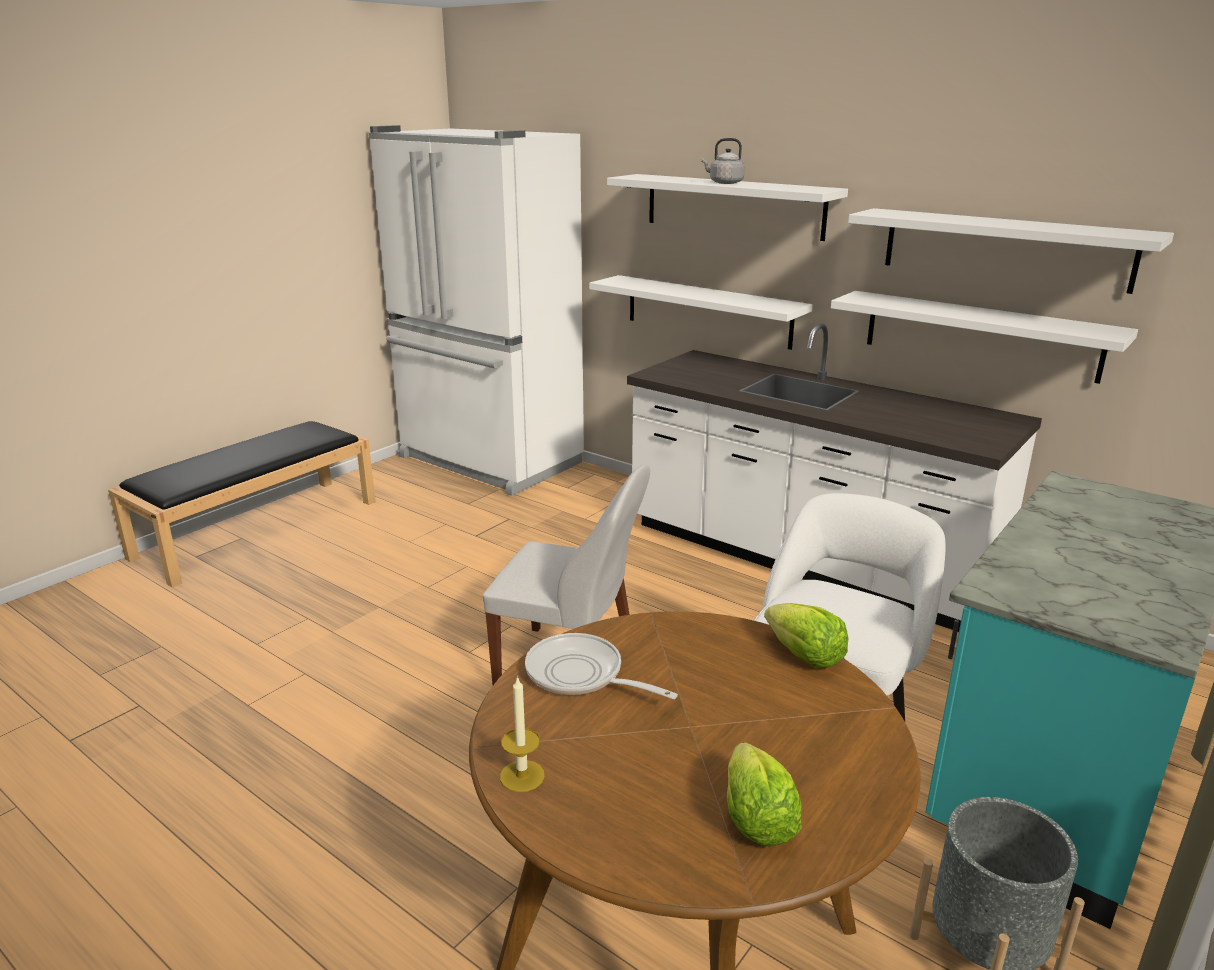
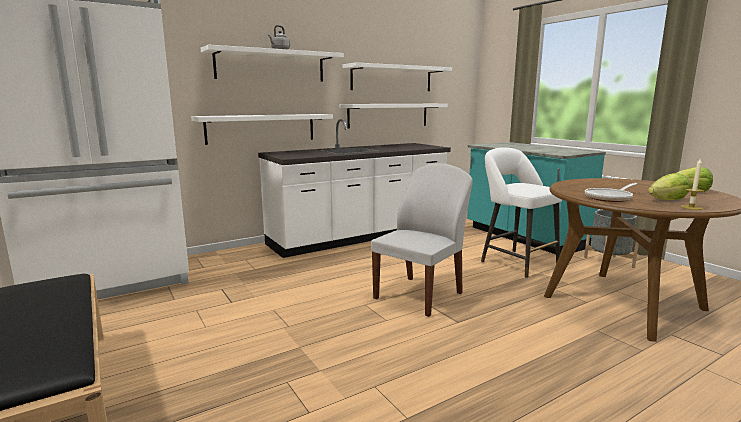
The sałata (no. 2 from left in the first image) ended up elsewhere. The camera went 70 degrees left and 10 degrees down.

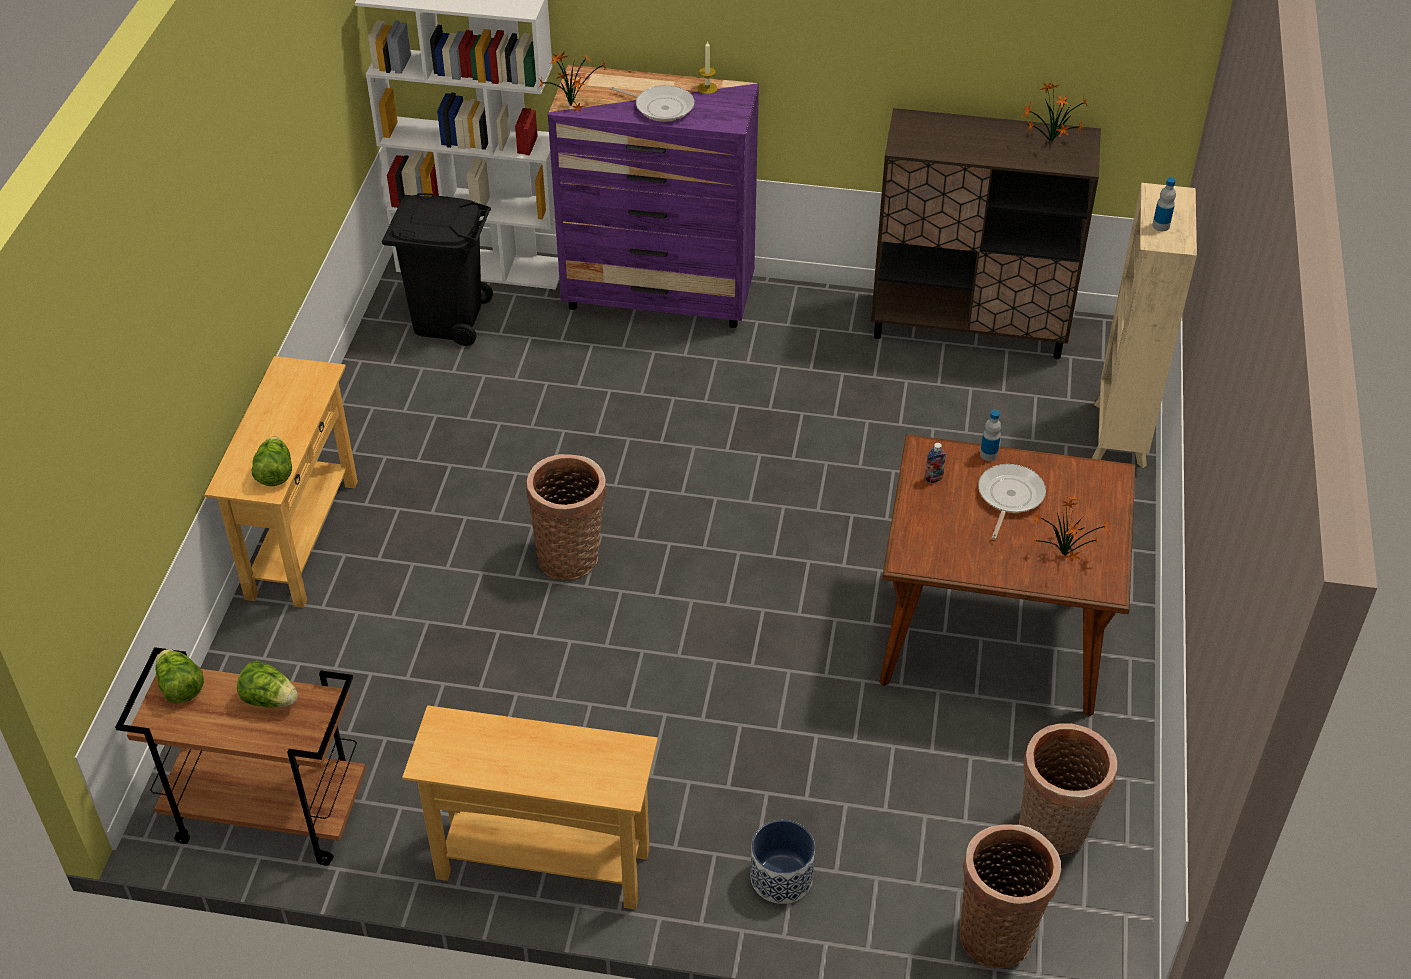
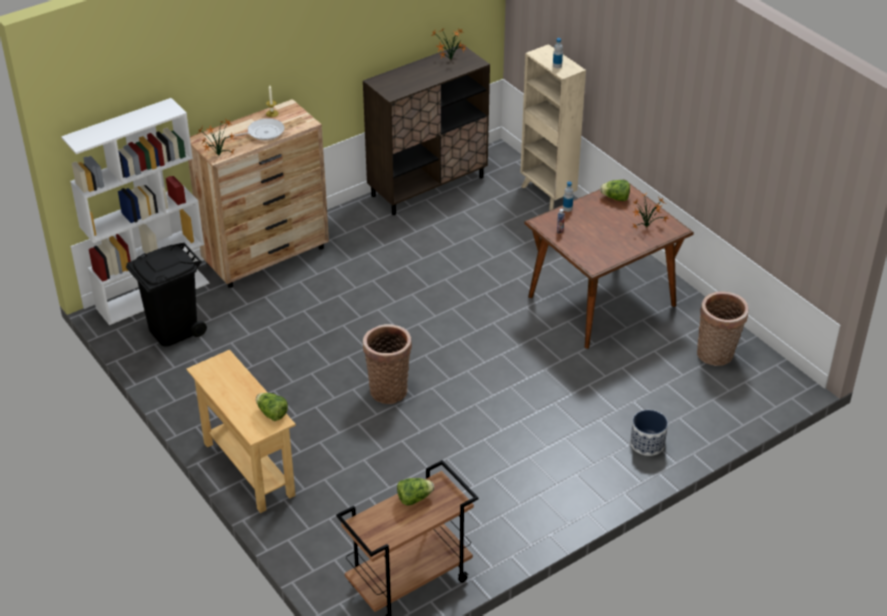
What was the komoda/fioletowy turned into the komoda/brązowy. The sałata (no. 1 from left in the first image) ended up elsewhere. The second view lost the stolik konsolowy/beżowy (no. 2 from left). The second view lost the koszyk (no. 2 from left). The second view lost the patelnia (no. 2 from left). The camera went 45 degrees left and 5 degrees down.

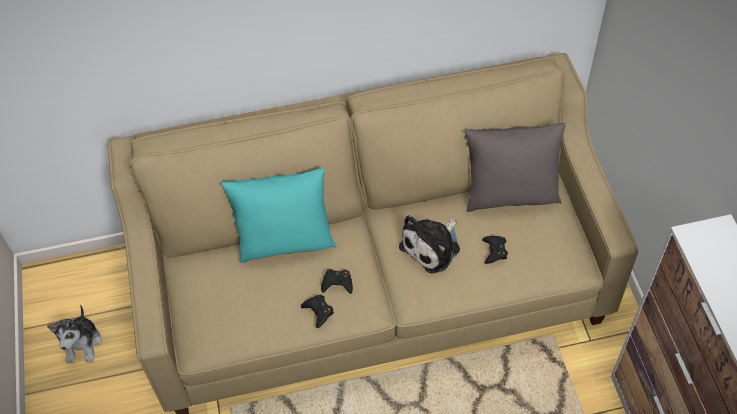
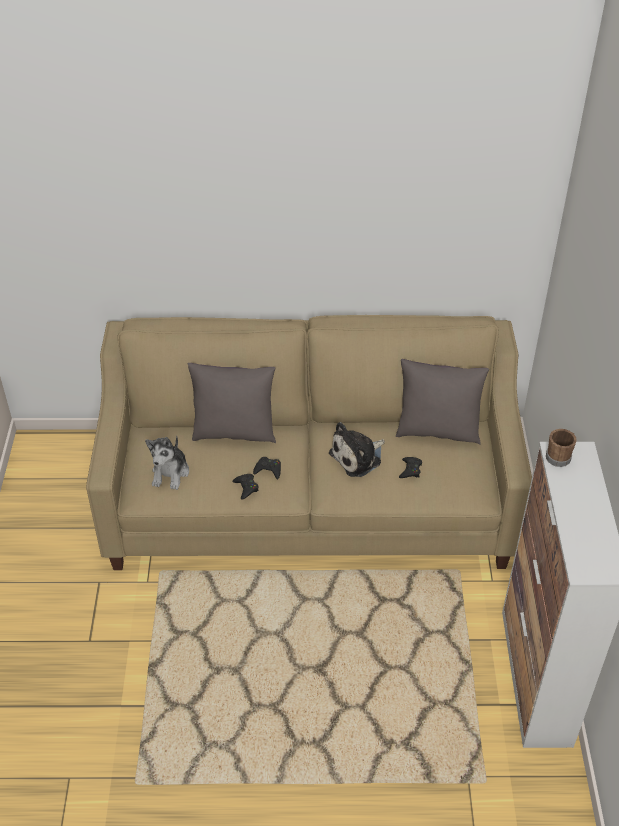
The pluszak (no. 1 from left) ended up elsewhere. What was the poduszka/turkusowy turned into the poduszka/szary (no. 1 from left). The second view gained the kubek/brązowy. The camera went 10 degrees right and 10 degrees down.

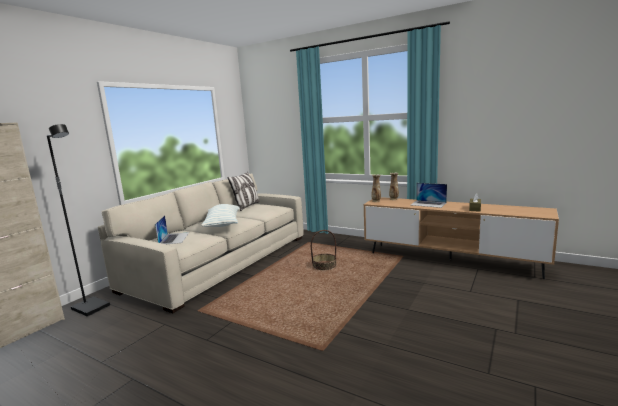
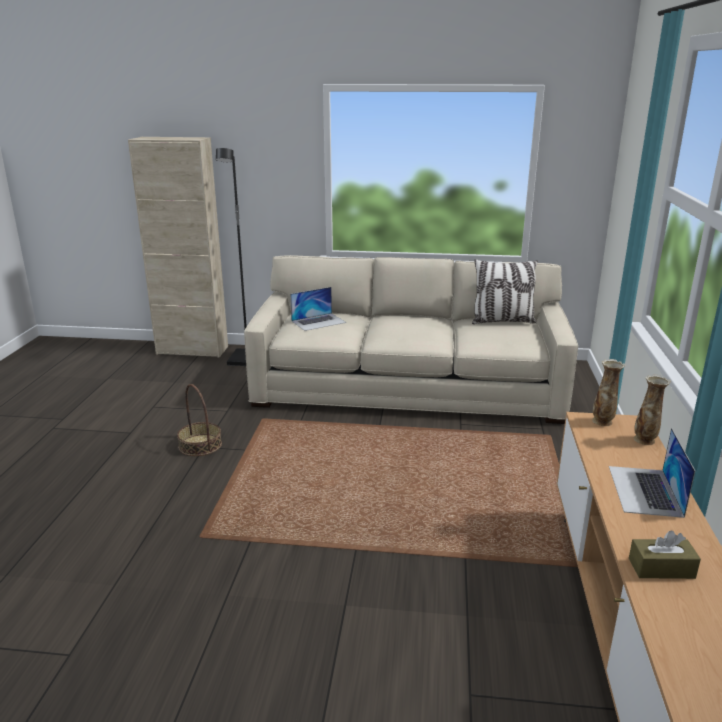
The koszyk ended up elsewhere. The second view lost the poduszka (no. 1 from left). The camera went 65 degrees right and 10 degrees up.

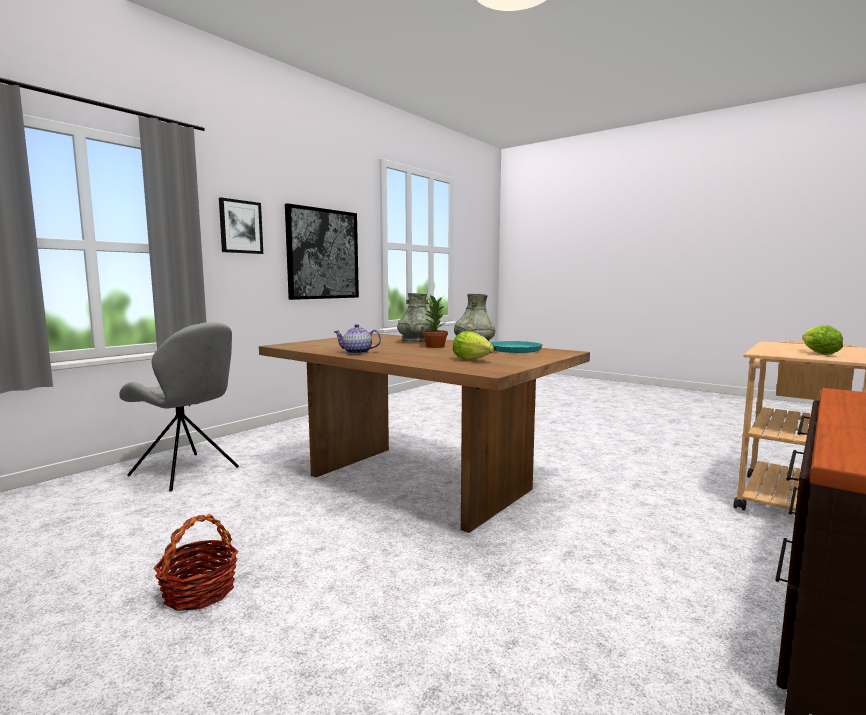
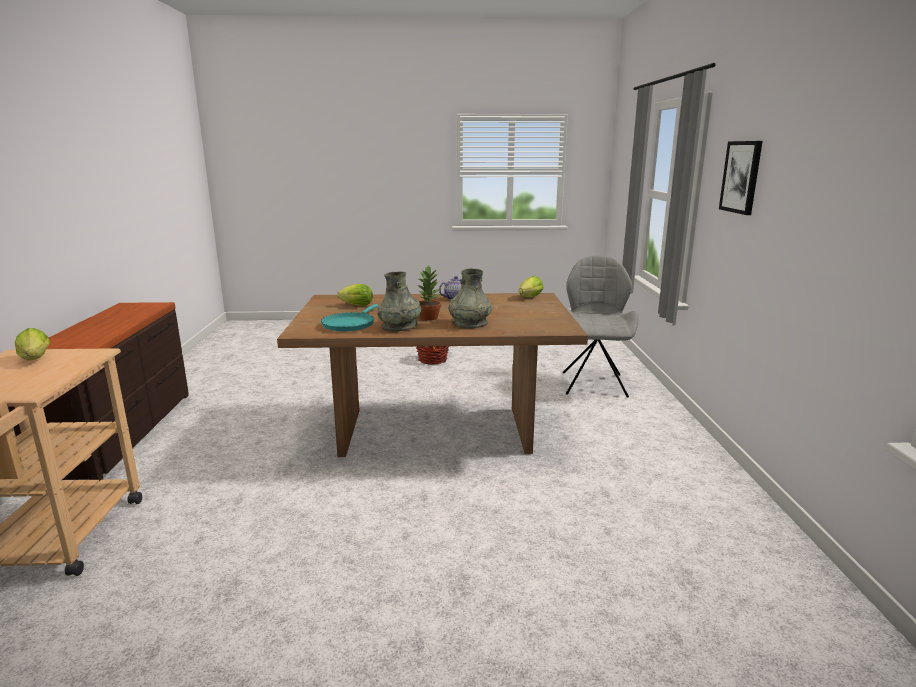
The second view gained the sałata (no. 3 from left). The krzesło/szary ended up facing another way, 105 degrees clockwise from before. The second view lost the obraz (no. 2 from left). The camera went 140 degrees right and 10 degrees up.

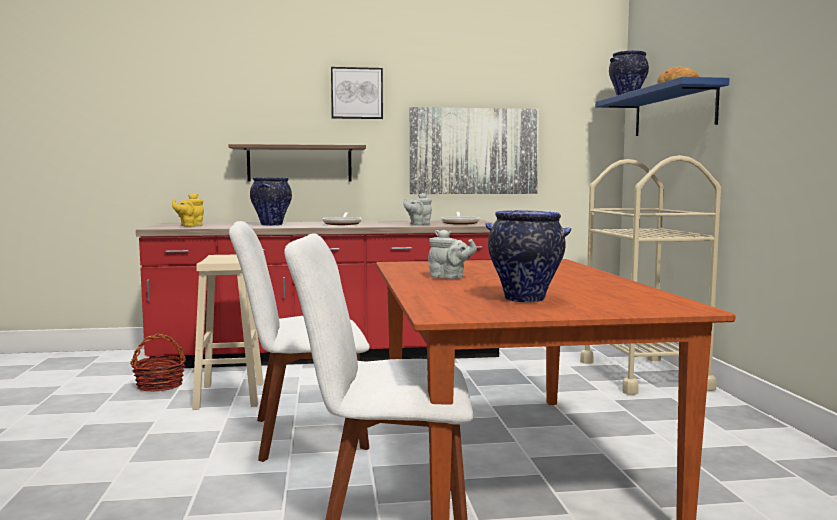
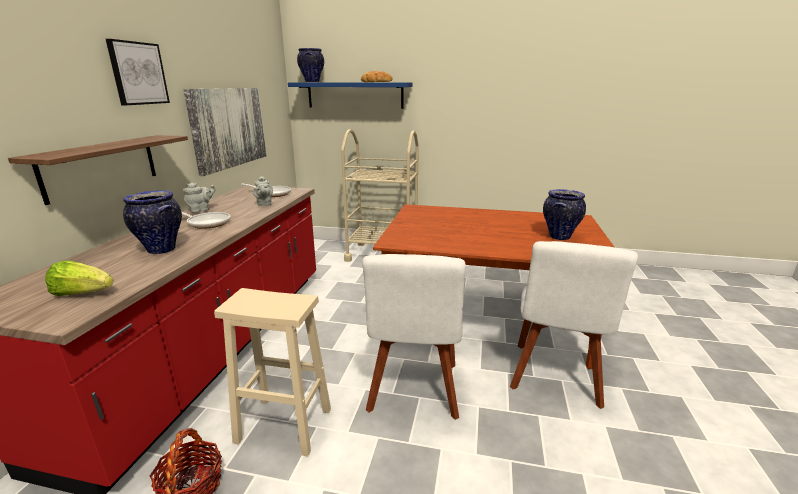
Where the imbryk/żółty stood, the sałata came to stand. The imbryk/szary (no. 2 from left in the first image) ended up elsewhere. The camera went 70 degrees left and 15 degrees up.

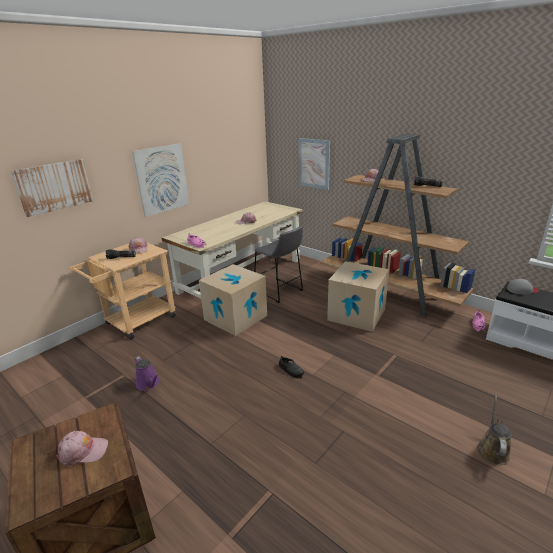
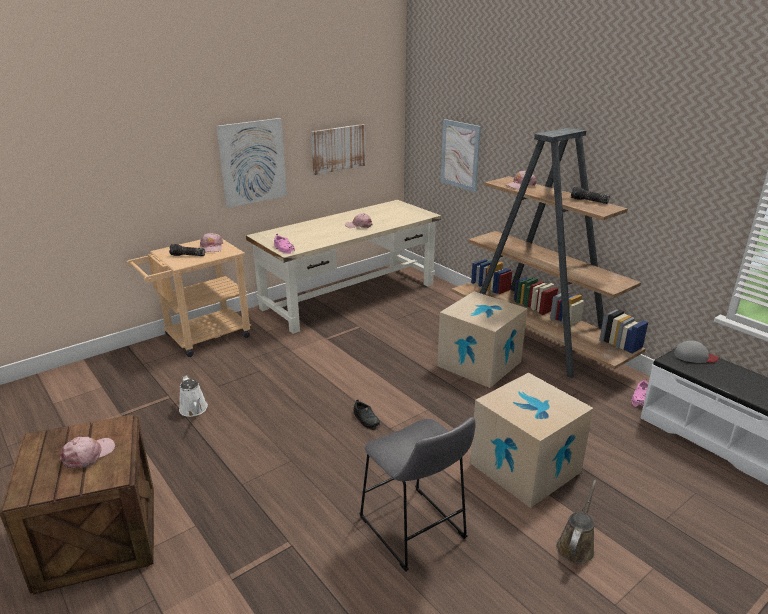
The czapka z daszkiem/różowy (no. 1 from left) ended up facing another way, 60 degrees counterclockwise from before. What was the konewka/fioletowy turned into the konewka/biały. The obraz (no. 1 from left in the first image) ended up elsewhere. The stołek/szary ended up elsewhere. The karton (no. 1 from left in the first image) ended up elsewhere. The camera went 10 degrees right and 0 degrees up.

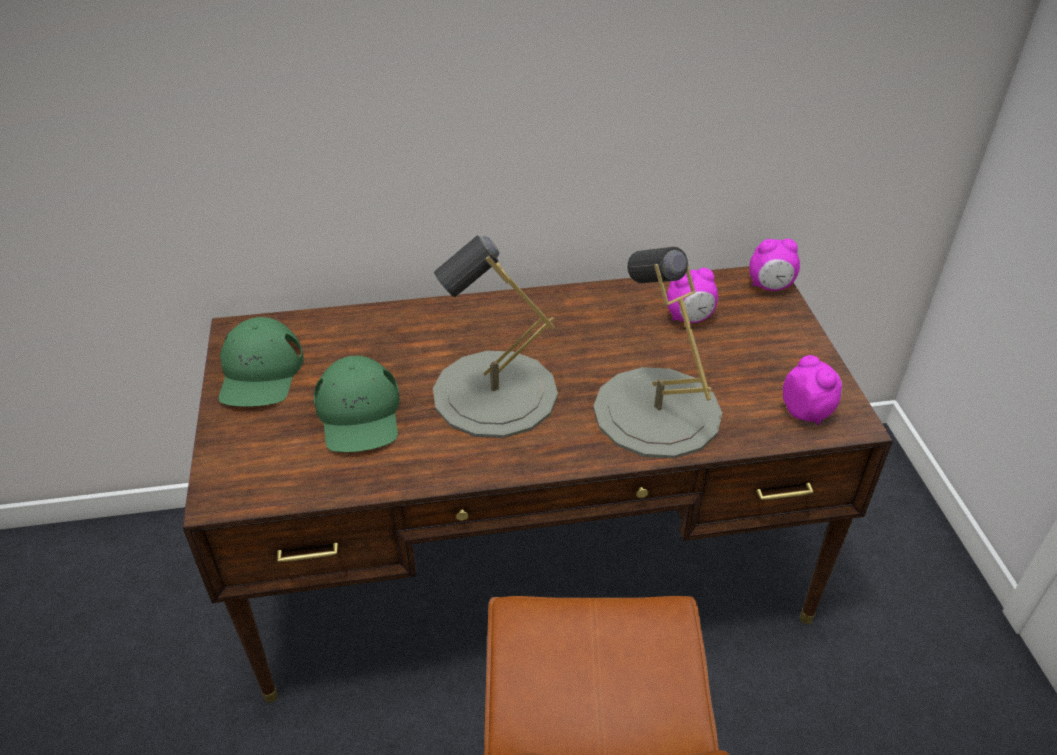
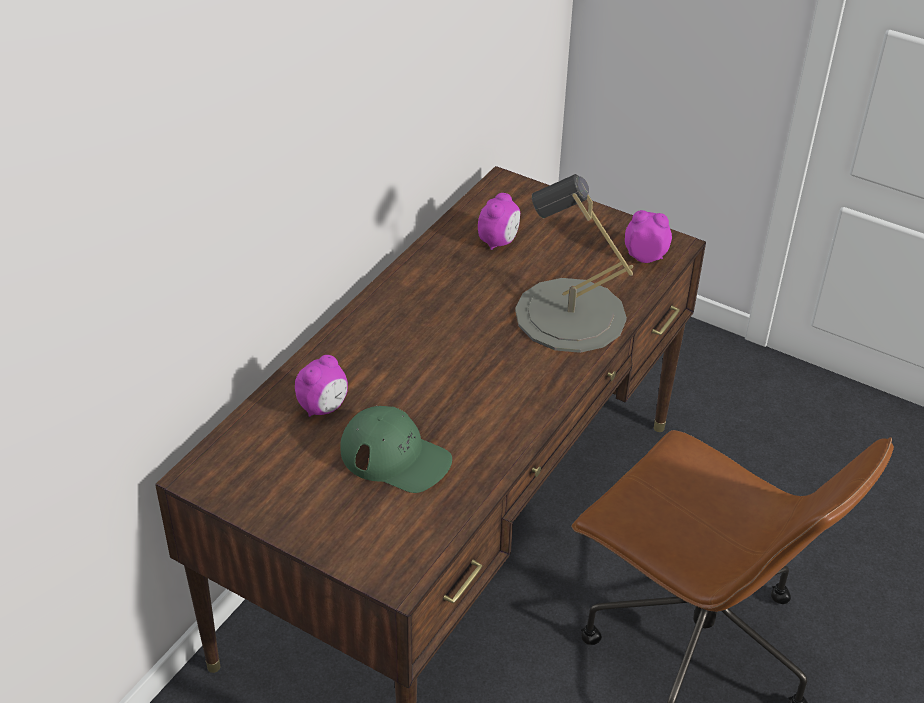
The budzik (no. 2 from left in the first image) ended up elsewhere. The second view lost the czapka z daszkiem/zielony (no. 1 from left). The second view lost the lampa stołowa/szary (no. 1 from left). The camera went 50 degrees left and 0 degrees up.

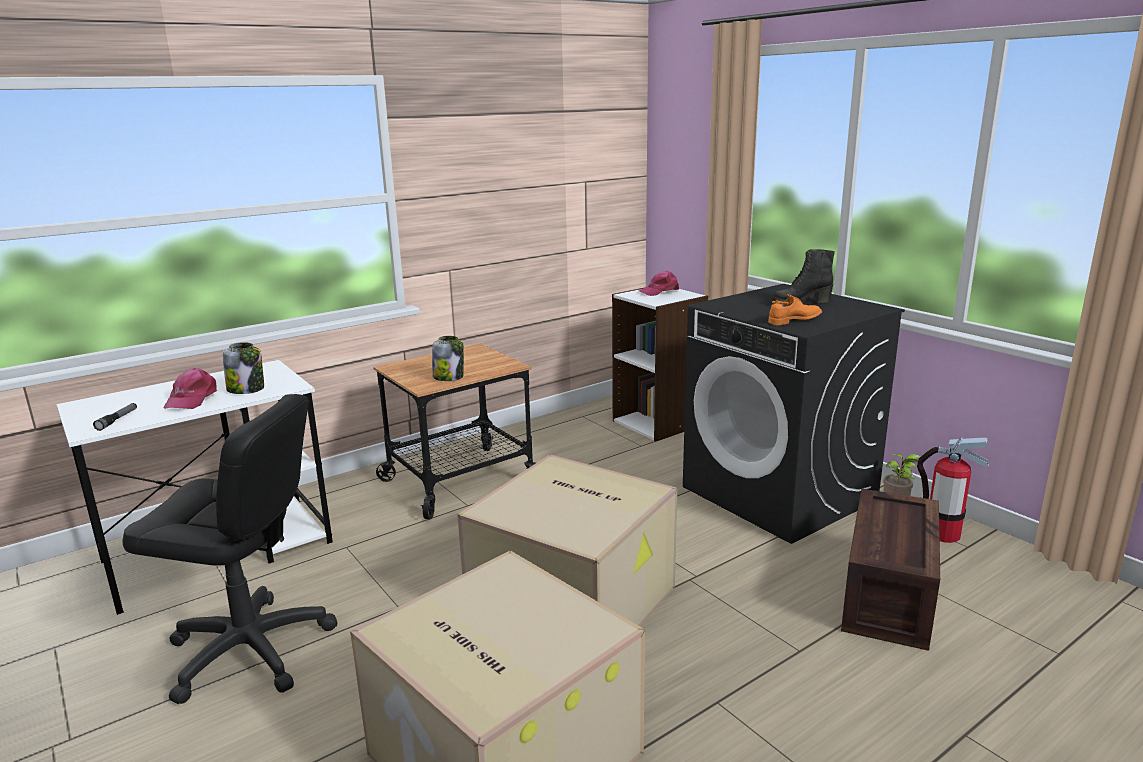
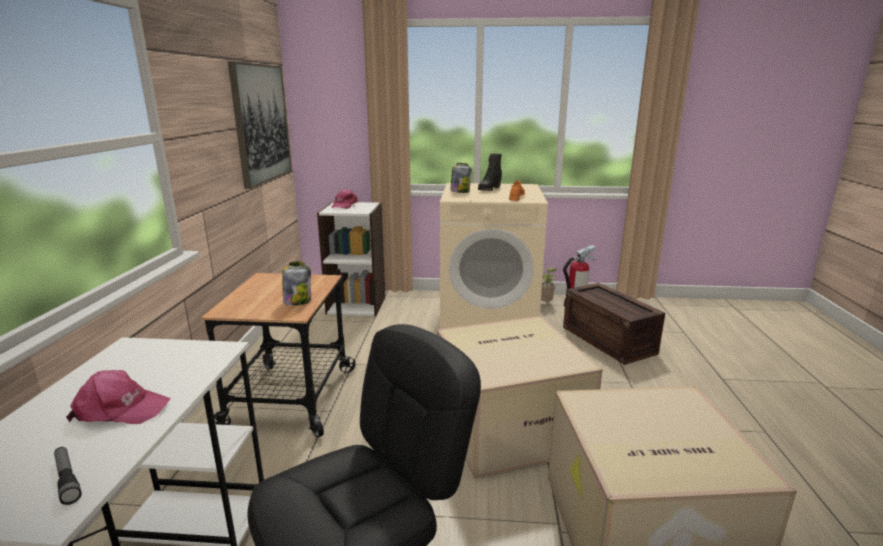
The czapka z daszkiem/różowy (no. 1 from left) ended up facing another way, 45 degrees counterclockwise from before. The second view gained the obraz. What was the pralka/czarny turned into the pralka/beżowy. The słoik (no. 1 from left in the first image) ended up elsewhere. The camera went 50 degrees left and 0 degrees up.

